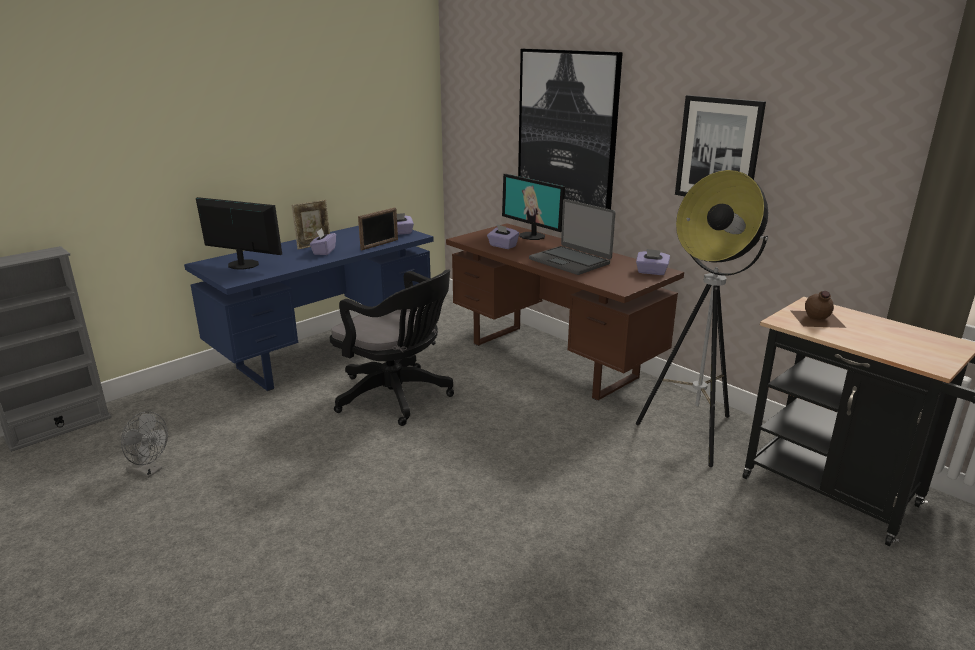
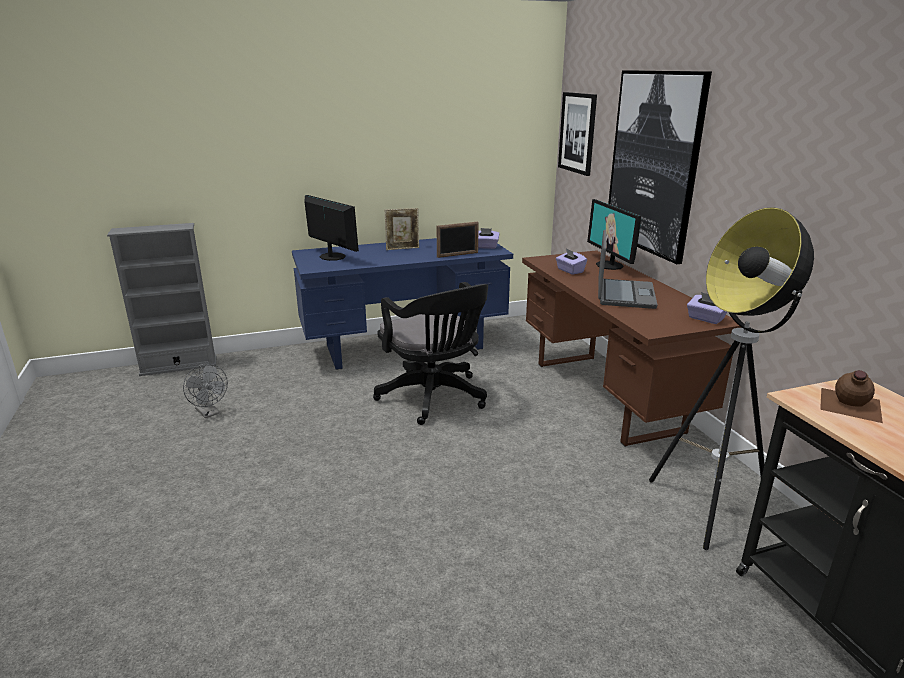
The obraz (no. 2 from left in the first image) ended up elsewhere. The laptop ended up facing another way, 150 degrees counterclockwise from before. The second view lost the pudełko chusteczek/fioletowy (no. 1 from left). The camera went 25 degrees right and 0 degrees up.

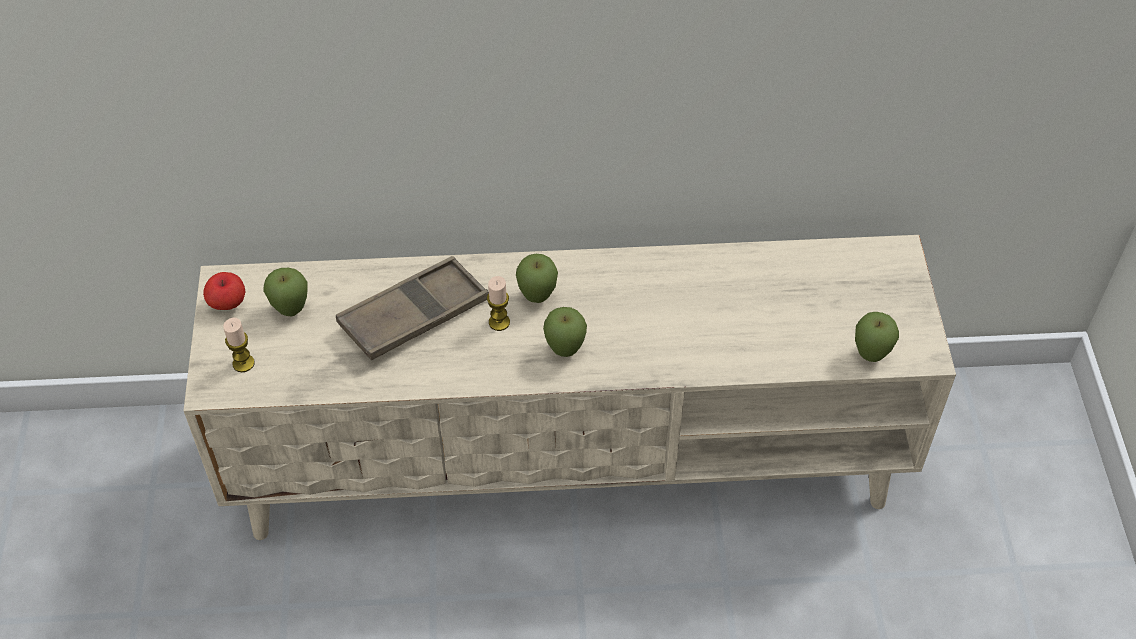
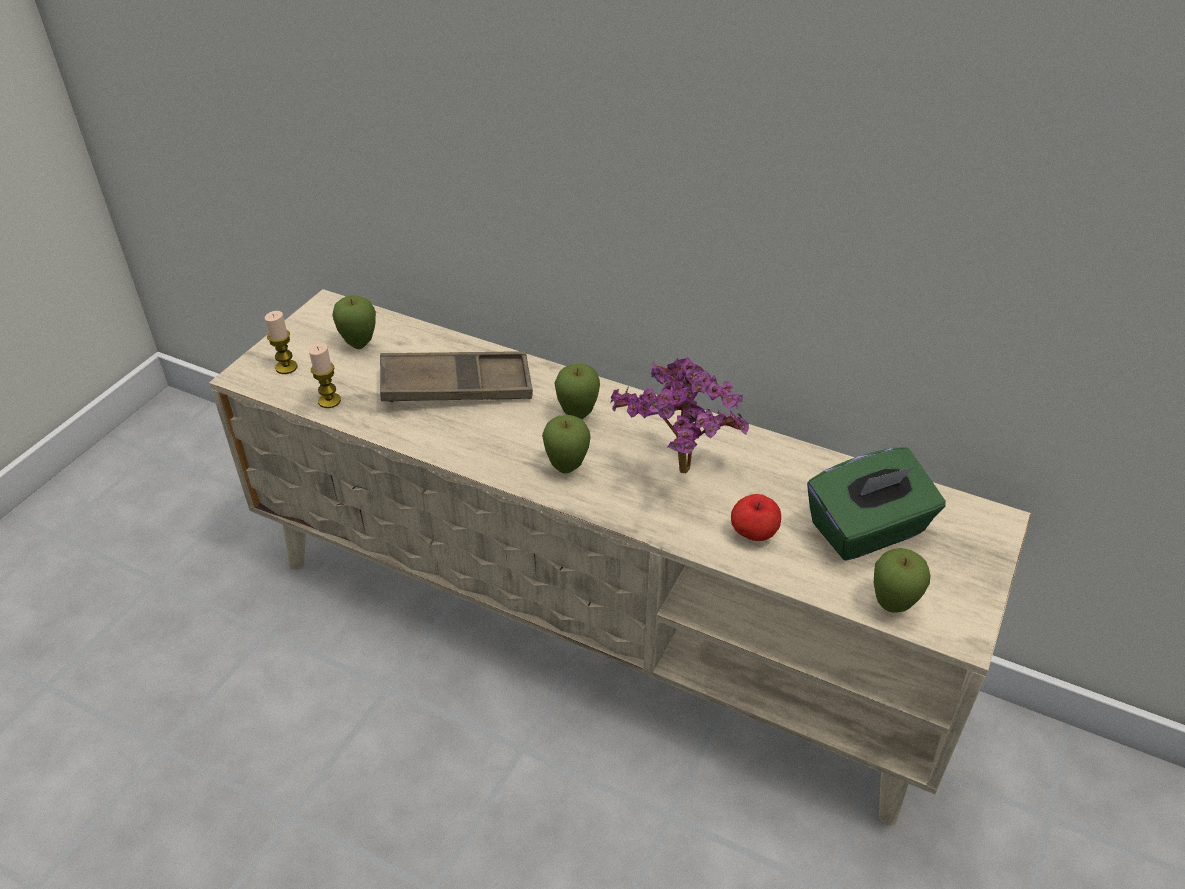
The świeca (no. 2 from left) ended up elsewhere. The second view gained the roślina doniczkowa. The jabłko (no. 1 from left in the first image) ended up elsewhere. The second view gained the pudełko chusteczek/zielony. The camera went 30 degrees right and 10 degrees down.

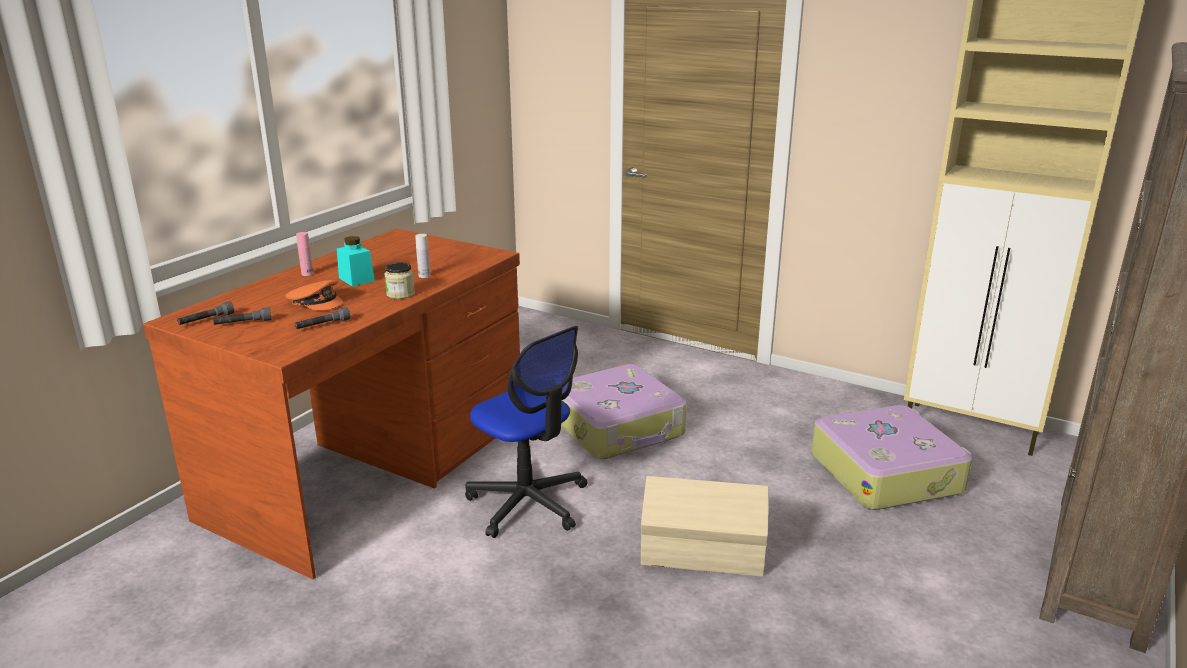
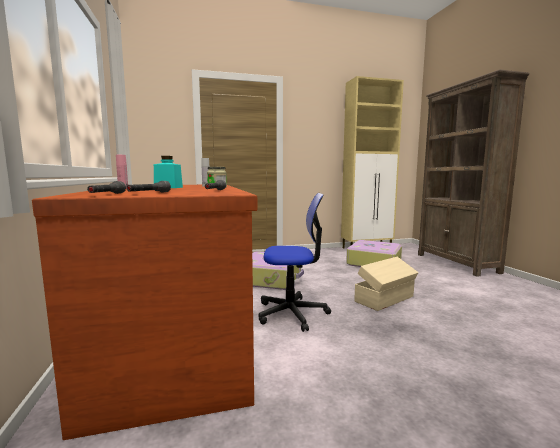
The second view lost the czapka z daszkiem/pomarańczowy. The camera went 45 degrees left and 15 degrees down.

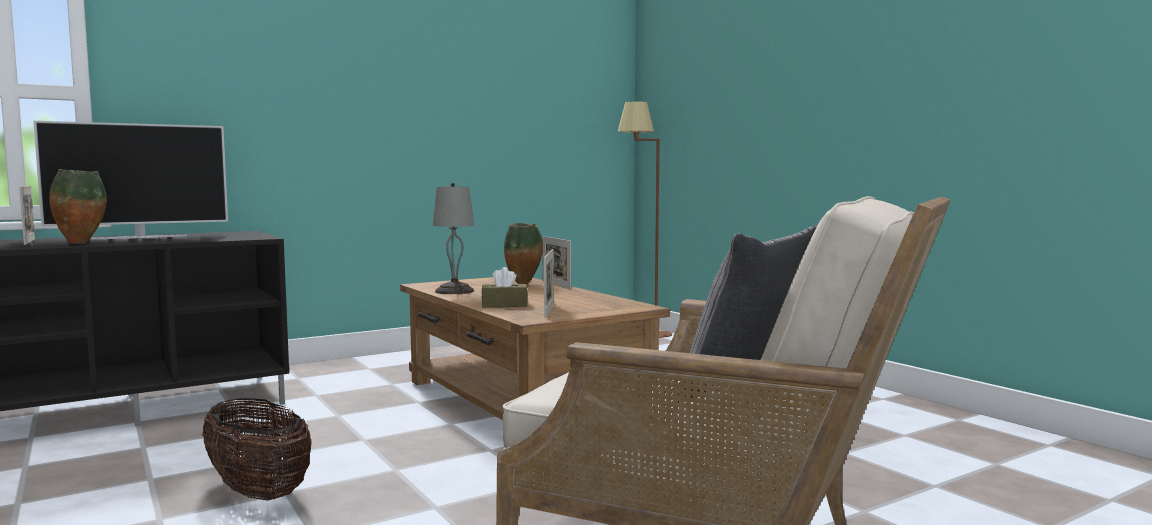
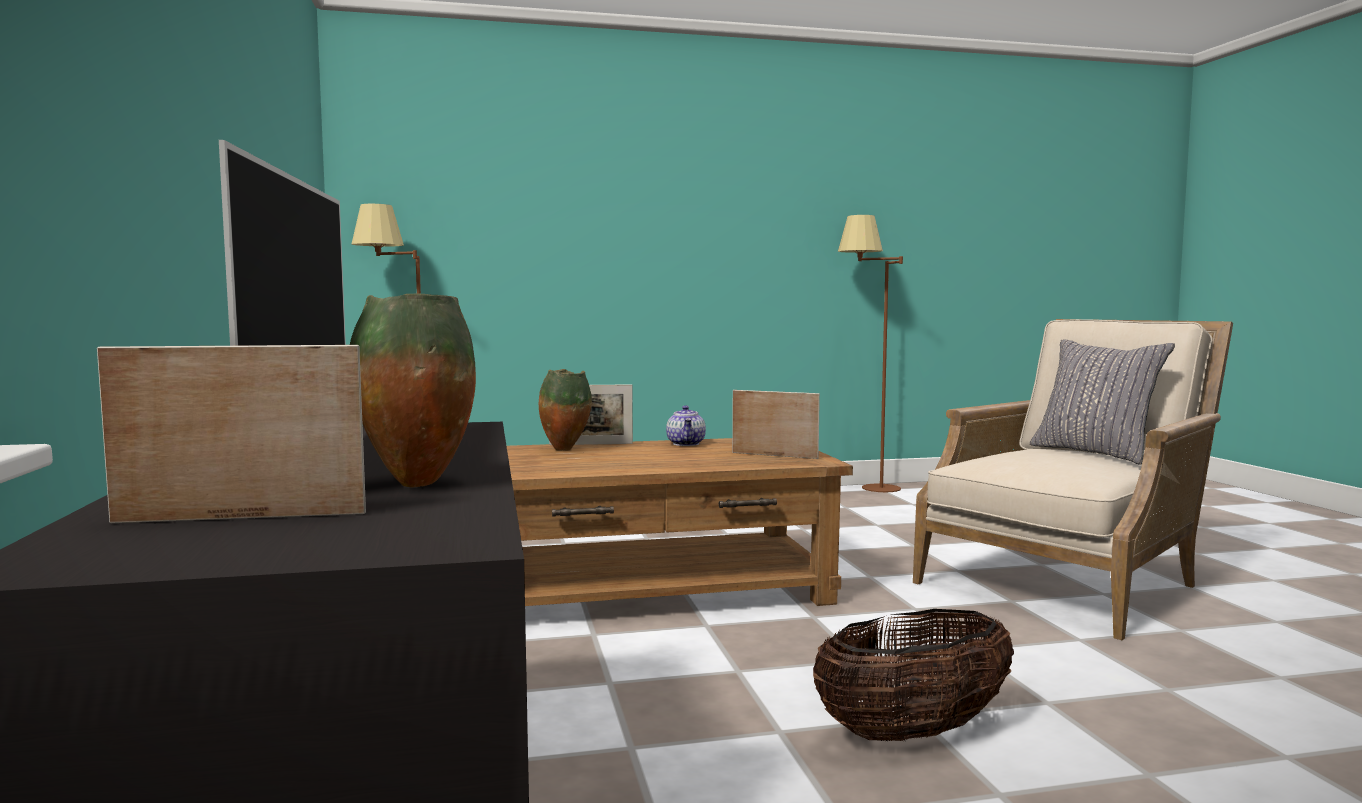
The second view gained the imbryk. The second view gained the lampa stojąca/brązowy (no. 2 from left). The second view lost the lampa stołowa/szary. The second view lost the pudełko chusteczek/brązowy. The camera went 70 degrees left and 0 degrees up.

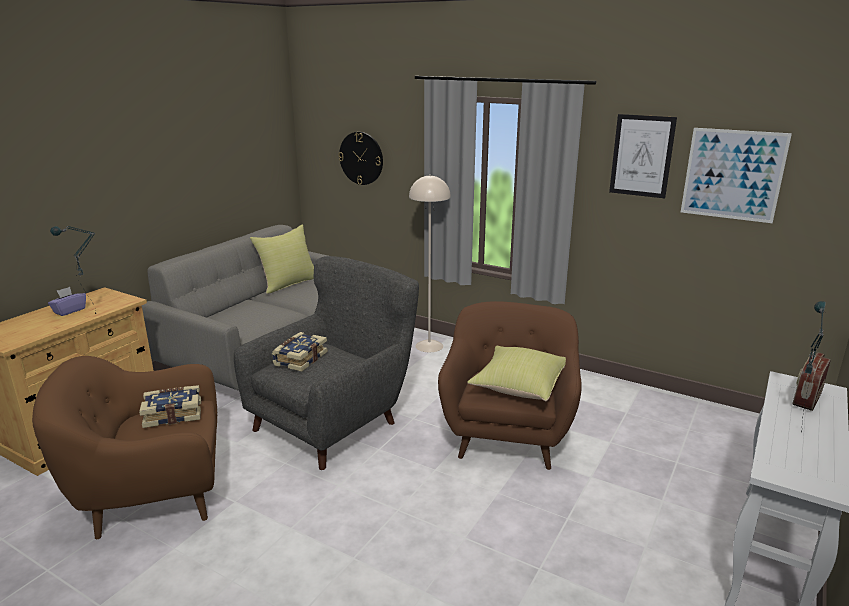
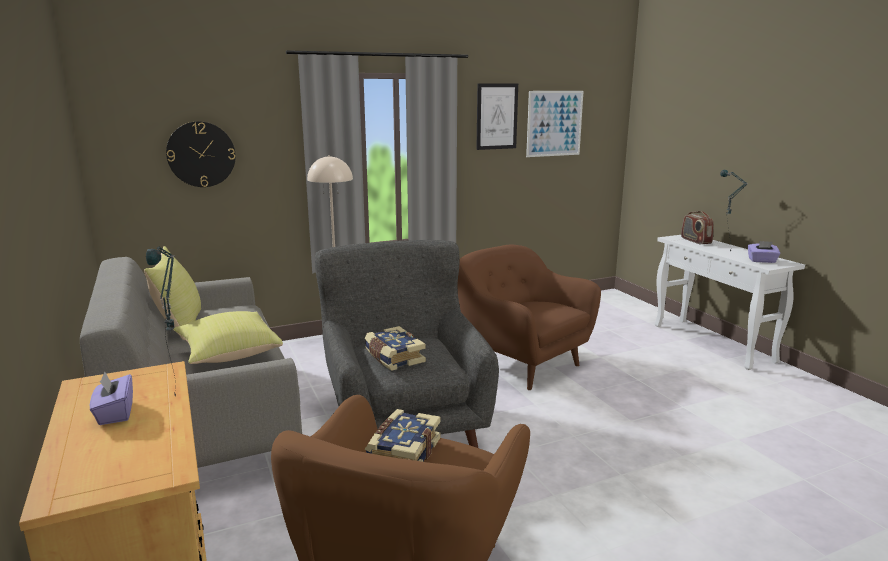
The poduszka/żółty (no. 2 from left) ended up elsewhere. The second view gained the pudełko chusteczek/fioletowy (no. 2 from left). The camera went 55 degrees left and 5 degrees down.

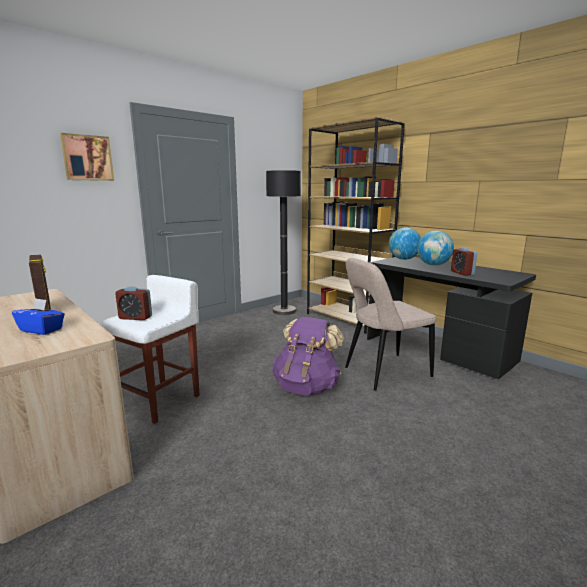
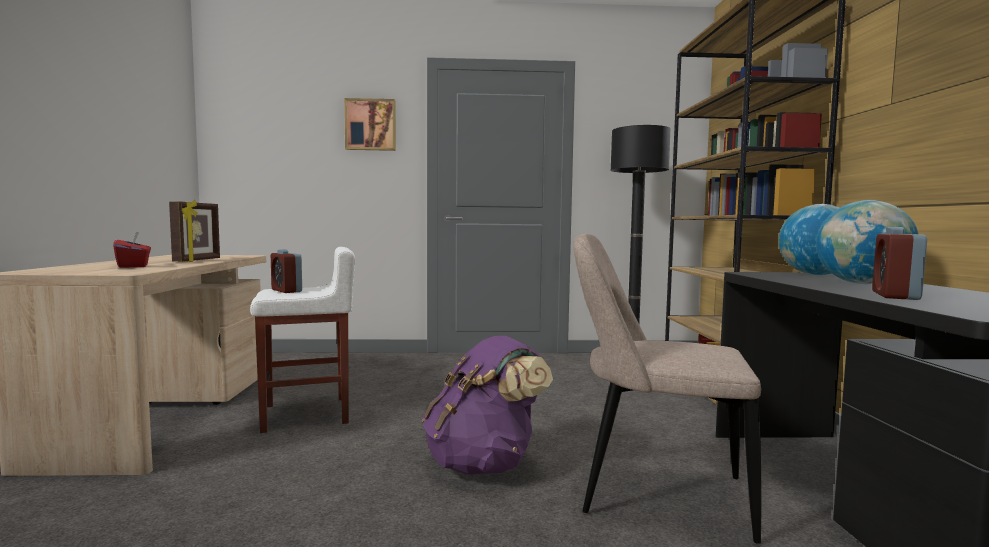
What was the pudełko chusteczek/niebieski turned into the pudełko chusteczek/czerwony. The camera went 40 degrees right and 10 degrees down.

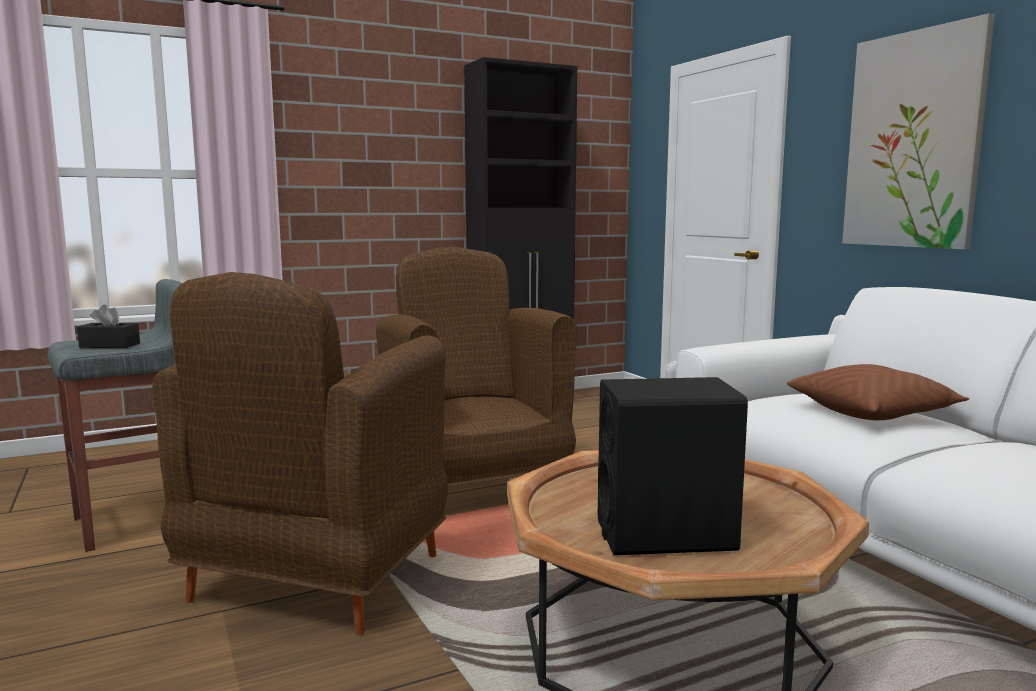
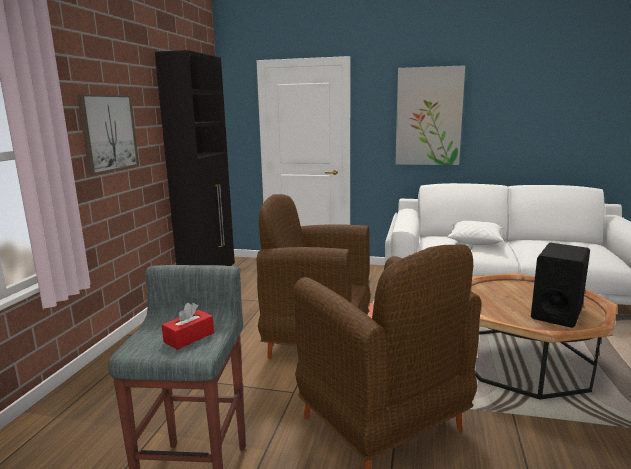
The second view gained the obraz (no. 1 from left). What was the pudełko chusteczek/czarny turned into the pudełko chusteczek/czerwony. What was the poduszka/brązowy turned into the poduszka/biały. The camera went 50 degrees left and 5 degrees up.

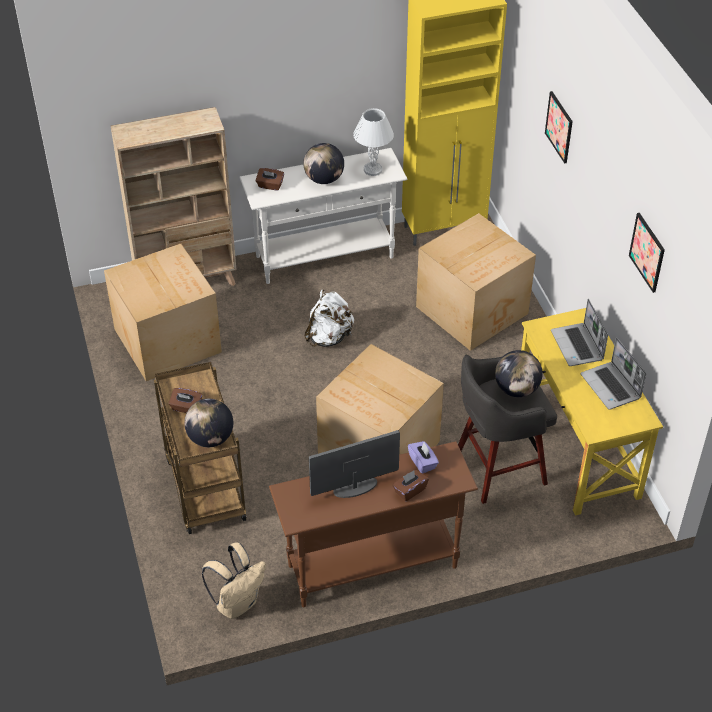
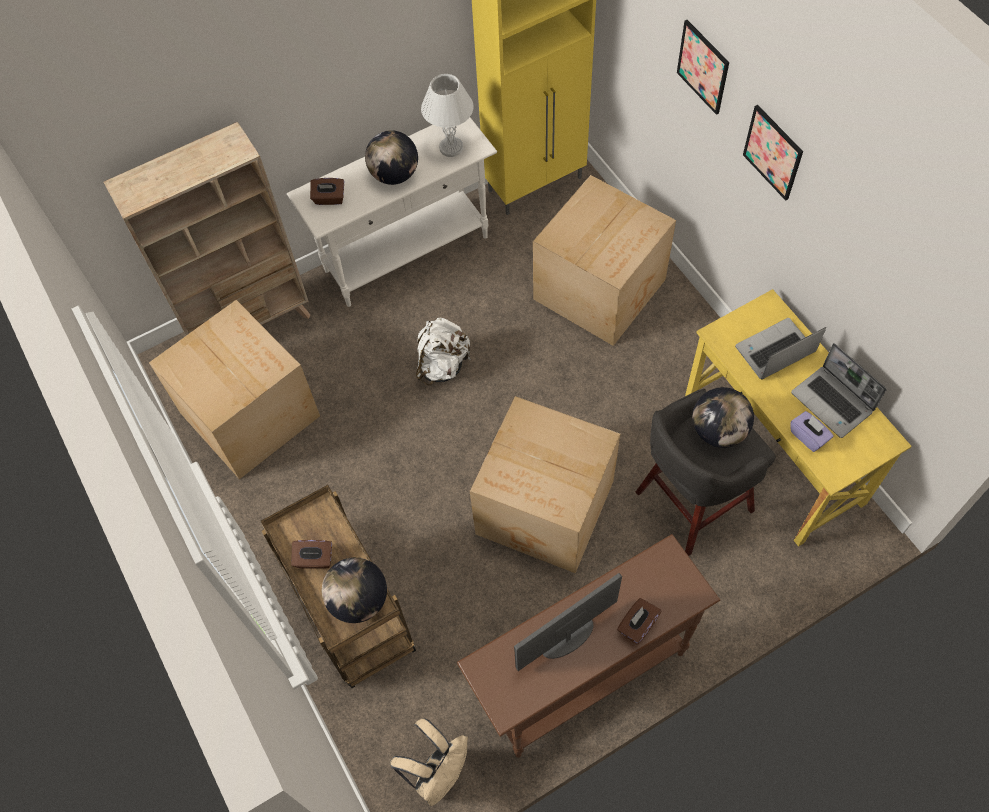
The laptop (no. 1 from left) ended up facing another way, 90 degrees clockwise from before. The obraz (no. 2 from left) ended up elsewhere. The pudełko chusteczek/fioletowy ended up elsewhere. The camera went 10 degrees left and 15 degrees up.

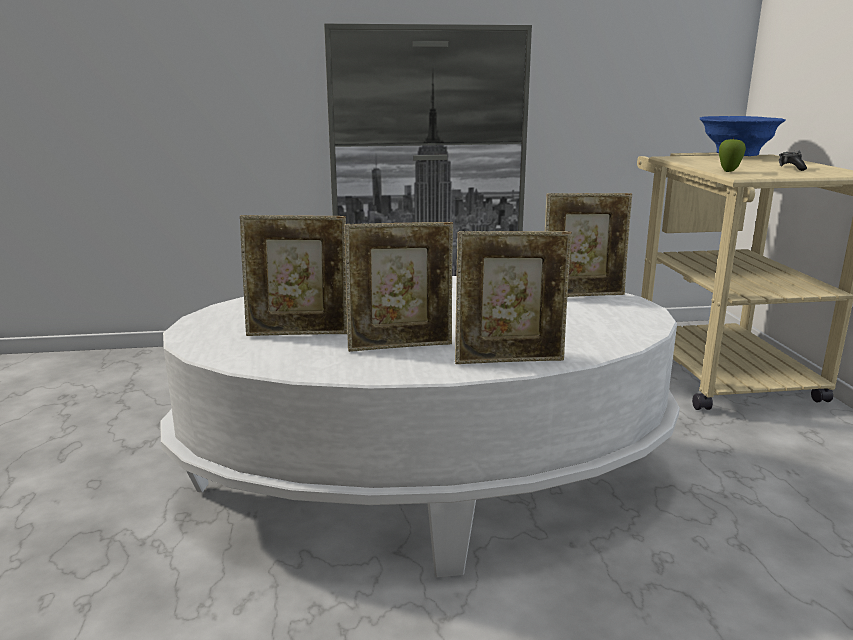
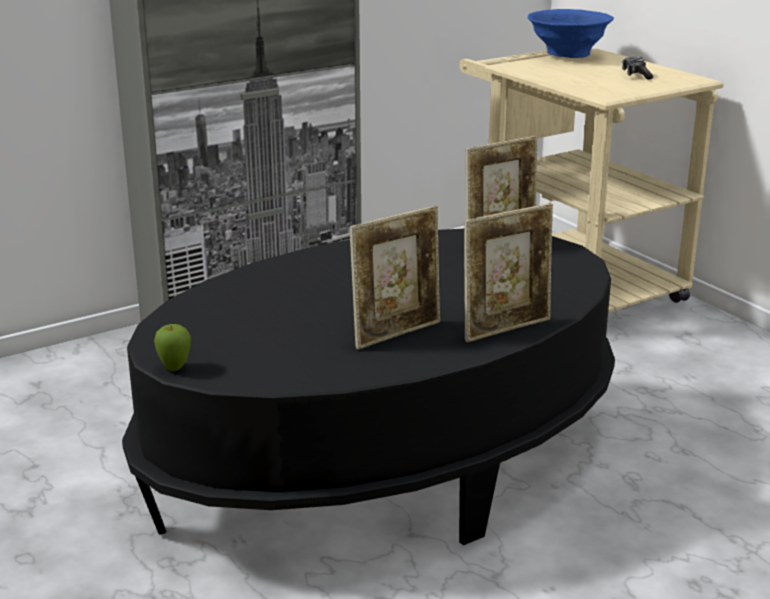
What was the ława/biały turned into the ława/czarny. The jabłko ended up elsewhere. The second view lost the ramka na zdjęcie (no. 1 from left). The camera went 25 degrees left and 5 degrees up.

